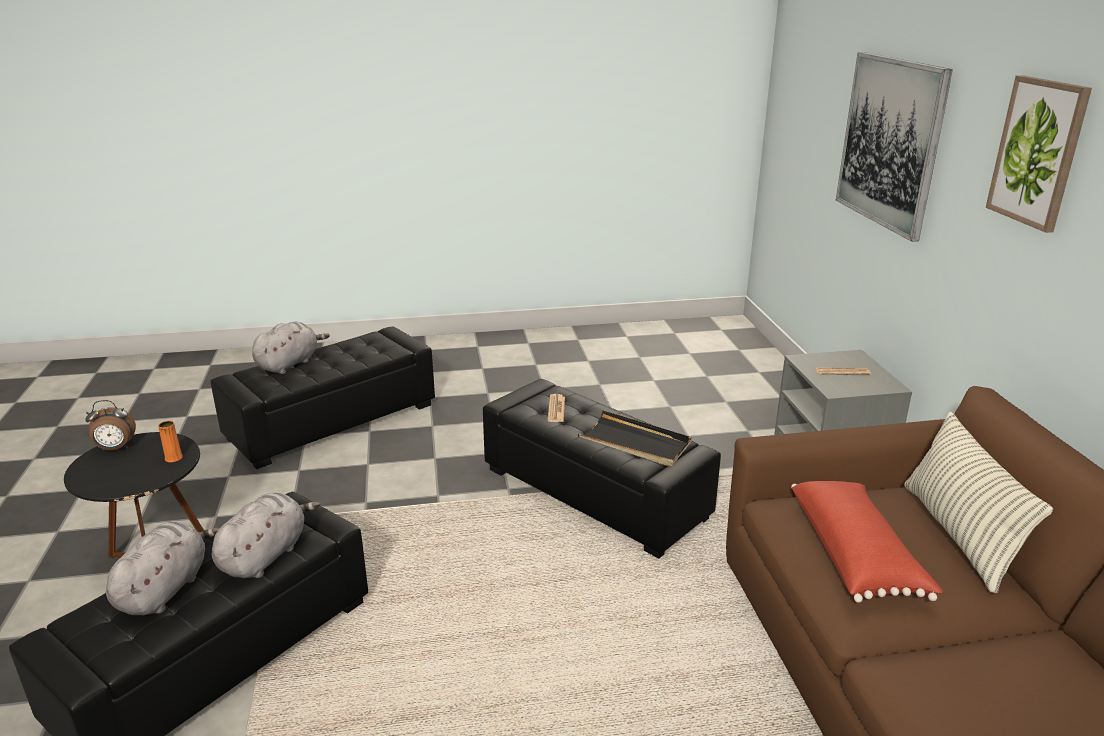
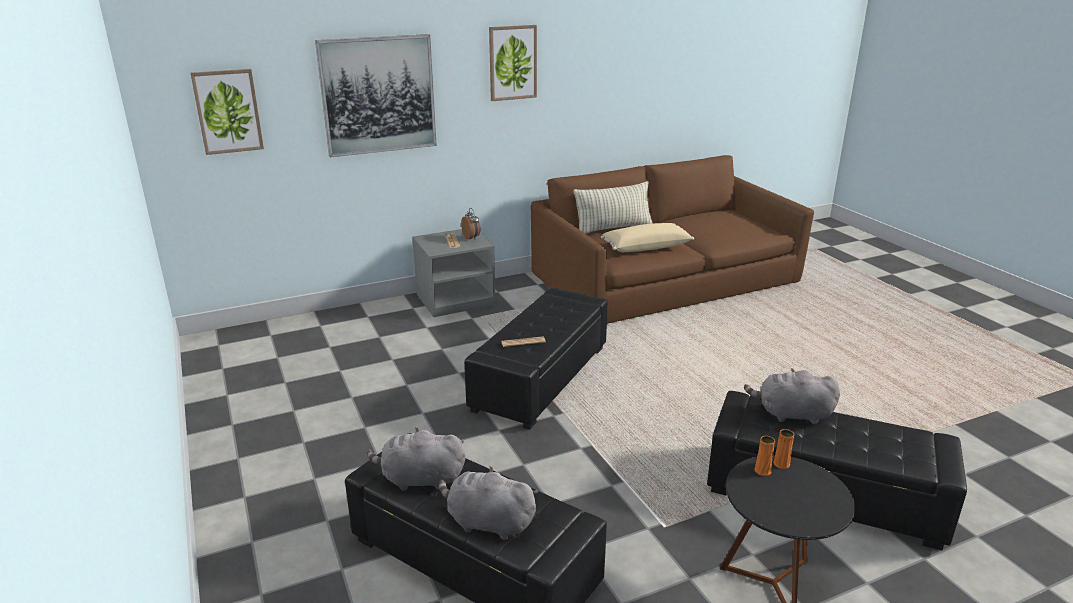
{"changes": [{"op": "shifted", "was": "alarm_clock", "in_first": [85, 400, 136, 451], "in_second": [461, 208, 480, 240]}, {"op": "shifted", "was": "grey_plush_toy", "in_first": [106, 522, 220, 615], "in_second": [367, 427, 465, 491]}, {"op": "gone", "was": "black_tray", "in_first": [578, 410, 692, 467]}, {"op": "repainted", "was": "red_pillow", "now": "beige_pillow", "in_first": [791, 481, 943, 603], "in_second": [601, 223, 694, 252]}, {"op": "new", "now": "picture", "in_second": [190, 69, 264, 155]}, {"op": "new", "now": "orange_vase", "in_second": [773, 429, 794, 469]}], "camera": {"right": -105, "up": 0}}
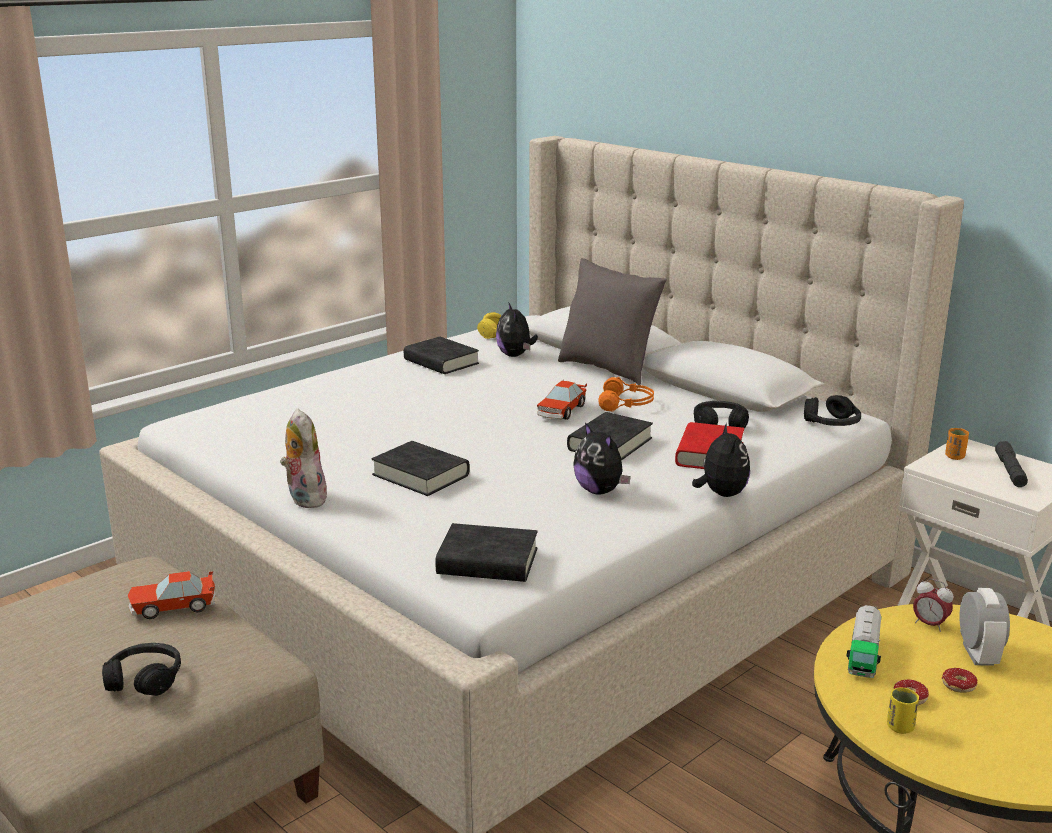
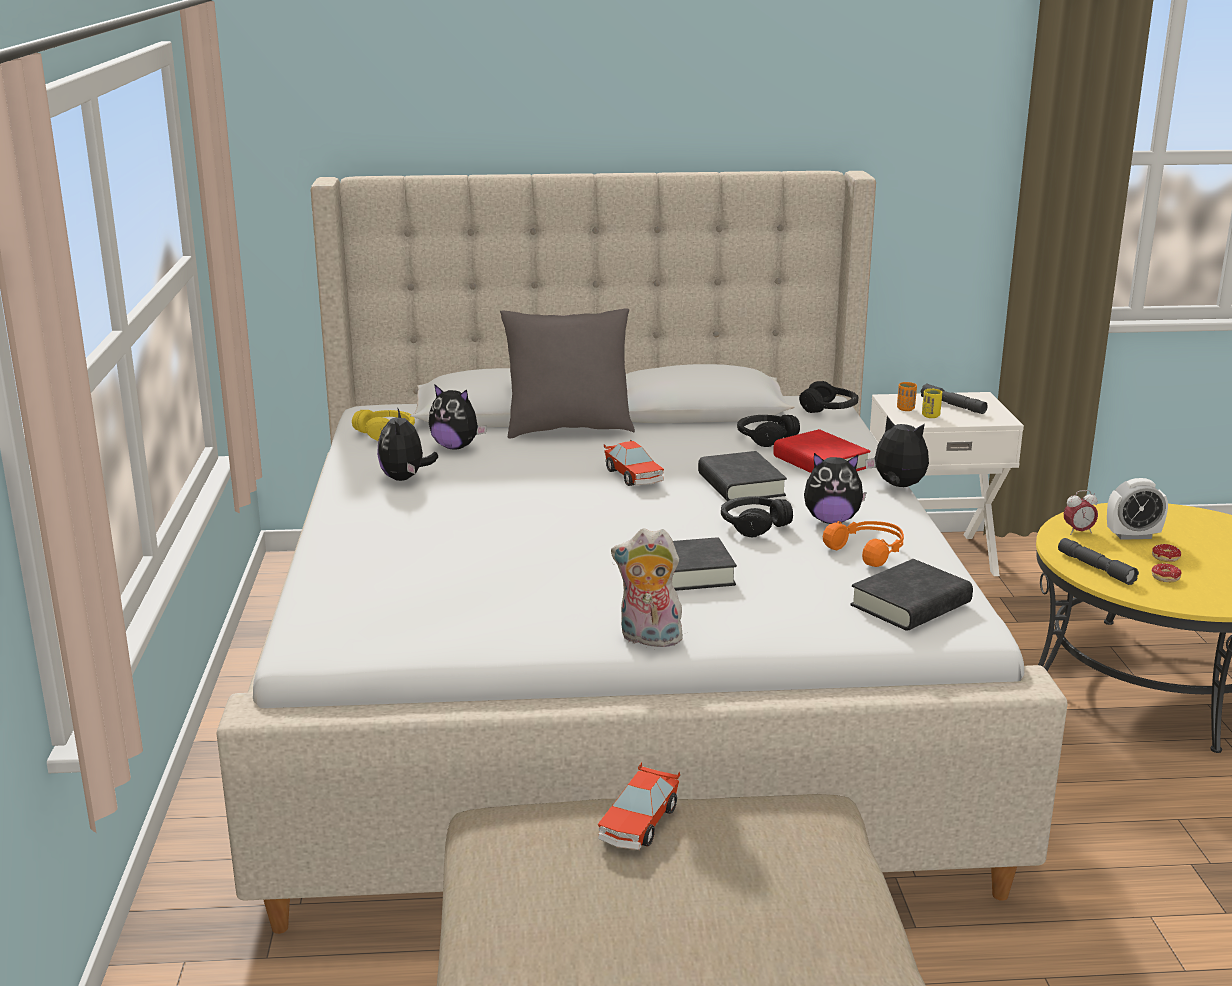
{"changes": [{"op": "shifted", "was": "black_headphones", "in_first": [102, 643, 181, 696], "in_second": [721, 496, 793, 537]}, {"op": "swapped", "was": "black_book", "now": "plush_toy", "in_first": [404, 337, 479, 374], "in_second": [377, 407, 438, 481]}, {"op": "shifted", "was": "orange_headphones", "in_first": [598, 377, 654, 412], "in_second": [823, 521, 904, 567]}, {"op": "swapped", "was": "toy_truck", "now": "grey_flashlight", "in_first": [846, 605, 881, 678], "in_second": [1058, 538, 1139, 585]}, {"op": "shifted", "was": "yellow_cup", "in_first": [887, 687, 919, 734], "in_second": [922, 389, 942, 418]}, {"op": "rotated", "was": "alarm_clock", "in_first": [959, 588, 1010, 666], "in_second": [1107, 478, 1168, 540], "clockwise": 135}], "camera": {"right": -50, "up": 0}}
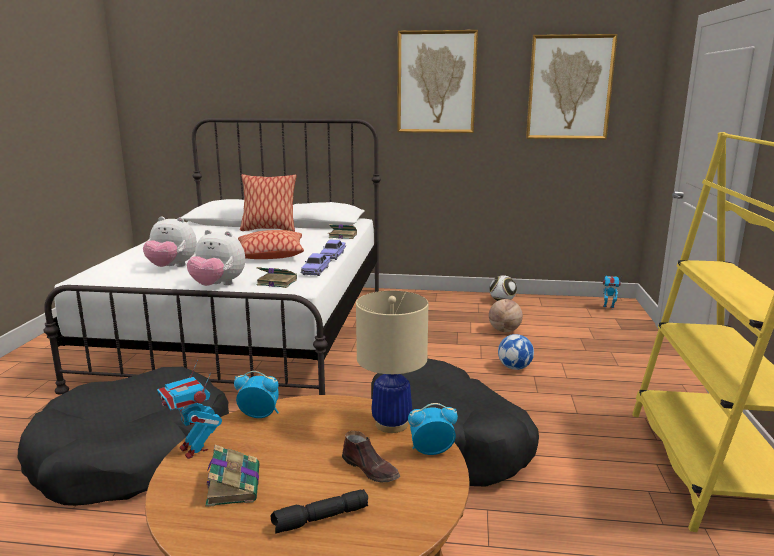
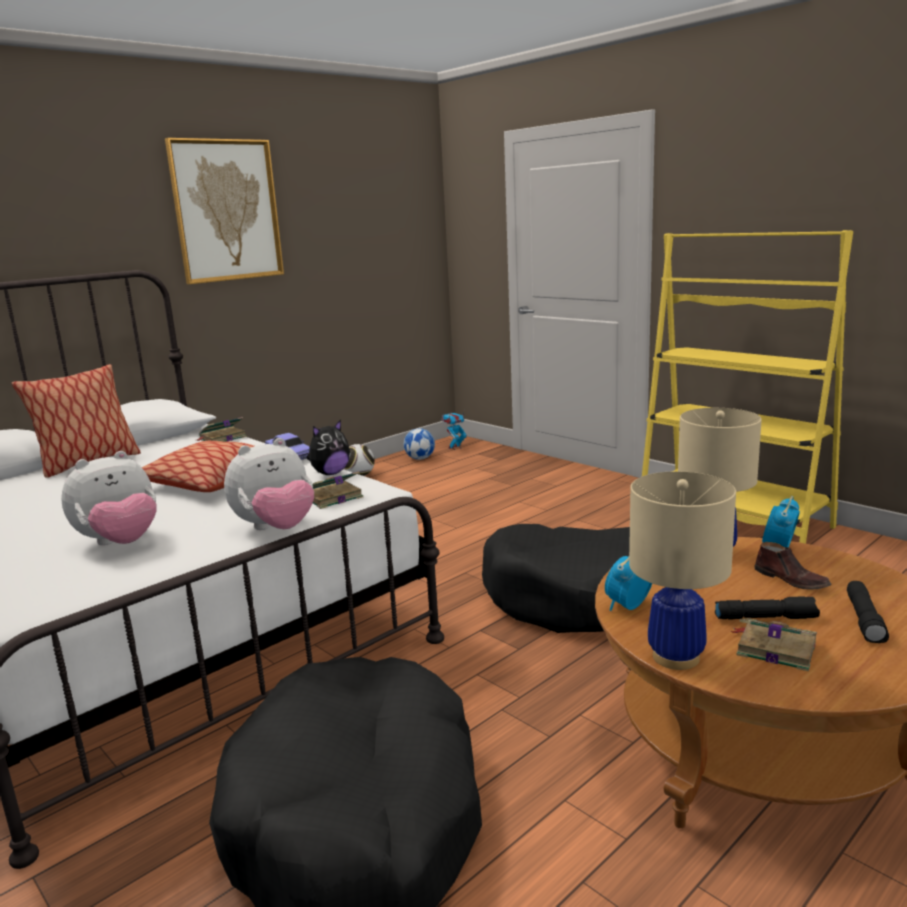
{"changes": [{"op": "swapped", "was": "toy_robot", "now": "beige_table_lamp", "in_first": [157, 360, 222, 459], "in_second": [629, 471, 736, 670]}, {"op": "swapped", "was": "toy_car", "now": "plush_toy", "in_first": [301, 253, 331, 276], "in_second": [306, 420, 350, 475]}, {"op": "rotated", "was": "brown_shoe", "in_first": [342, 431, 400, 482], "in_second": [754, 542, 831, 590], "clockwise": 60}, {"op": "gone", "was": "basketball", "in_first": [489, 299, 523, 332]}, {"op": "shifted", "was": "football", "in_first": [498, 334, 534, 370], "in_second": [404, 428, 435, 460]}, {"op": "gone", "was": "picture", "in_first": [526, 34, 618, 139]}, {"op": "new", "now": "black_flashlight", "in_second": [715, 596, 820, 619]}], "camera": {"right": -50, "up": 0}}
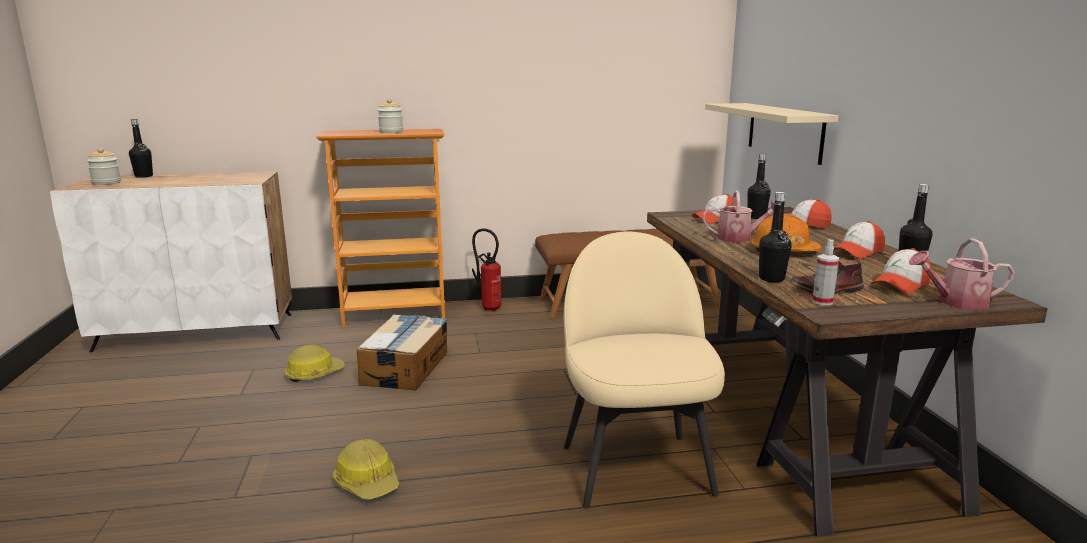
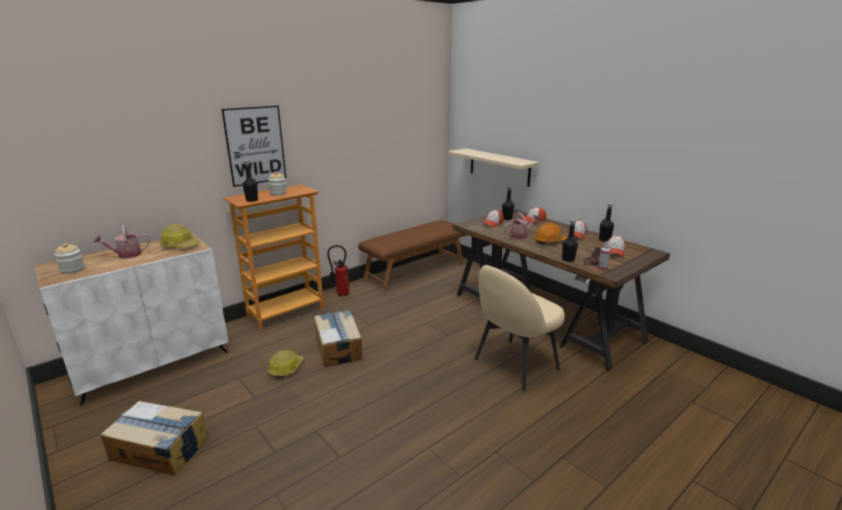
{"changes": [{"op": "shifted", "was": "black_bottle", "in_first": [129, 119, 153, 178], "in_second": [243, 160, 258, 202]}, {"op": "shifted", "was": "hard_hat", "in_first": [333, 439, 400, 500], "in_second": [160, 224, 200, 247]}, {"op": "rotated", "was": "beige_chair", "in_first": [564, 231, 725, 509], "in_second": [475, 265, 565, 391], "clockwise": -90}, {"op": "shifted", "was": "watering_can", "in_first": [909, 238, 1015, 310], "in_second": [93, 225, 150, 259]}, {"op": "new", "now": "cardboard_box", "in_second": [101, 401, 209, 475]}, {"op": "new", "now": "picture", "in_second": [222, 105, 286, 187]}], "camera": {"right": -30, "up": 5}}
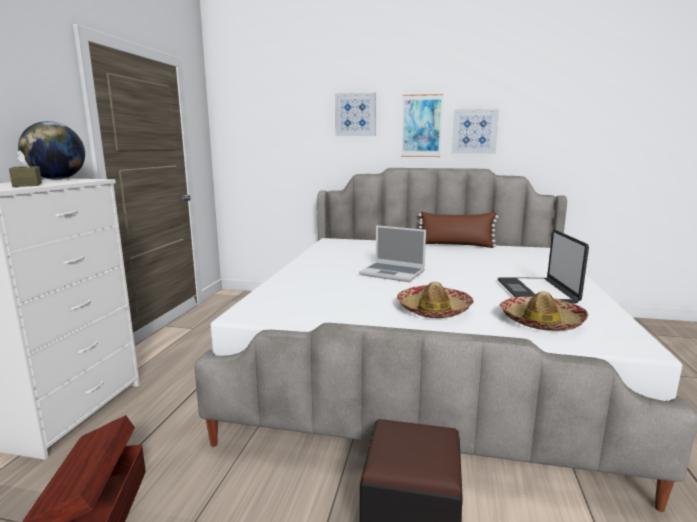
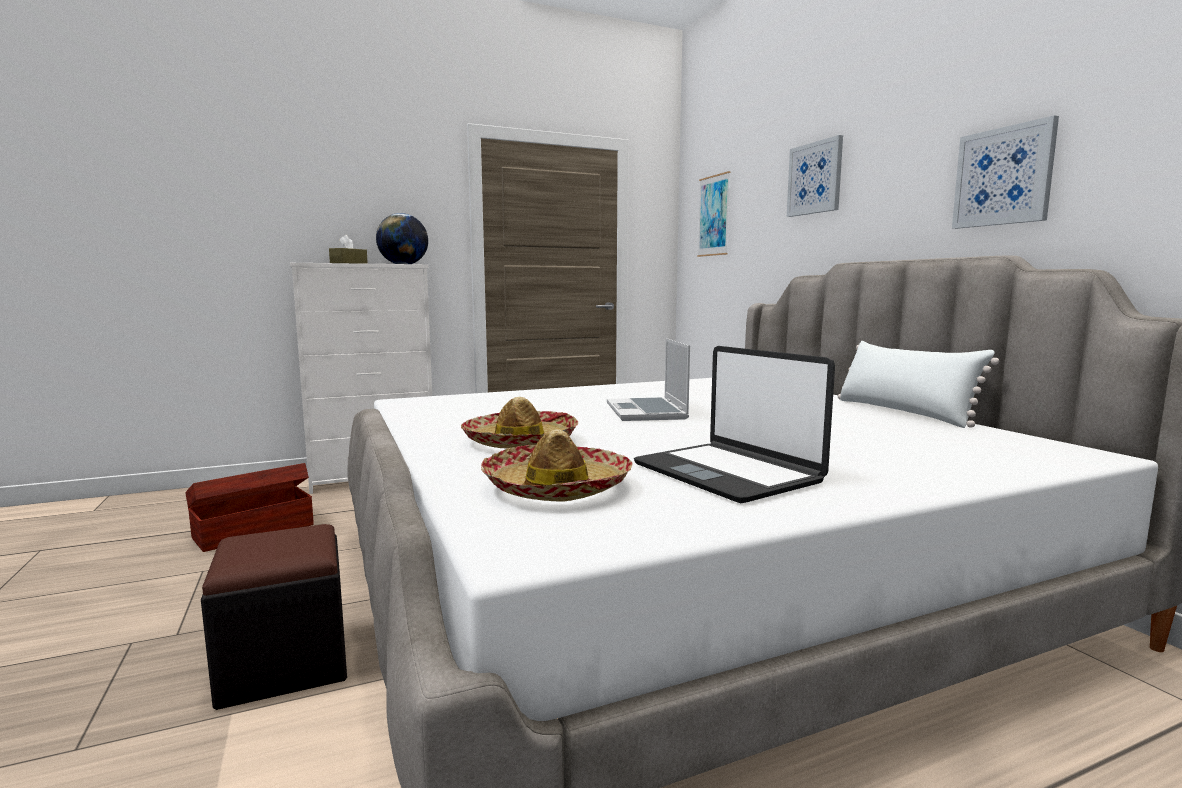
{"changes": [{"op": "shifted", "was": "picture", "in_first": [401, 94, 443, 157], "in_second": [697, 171, 730, 257]}, {"op": "repainted", "was": "brown_pillow", "now": "white_pillow", "in_first": [418, 212, 498, 248], "in_second": [838, 341, 999, 428]}, {"op": "rotated", "was": "laptop", "in_first": [498, 229, 589, 304], "in_second": [634, 346, 835, 503], "clockwise": -90}], "camera": {"right": 55, "up": -5}}
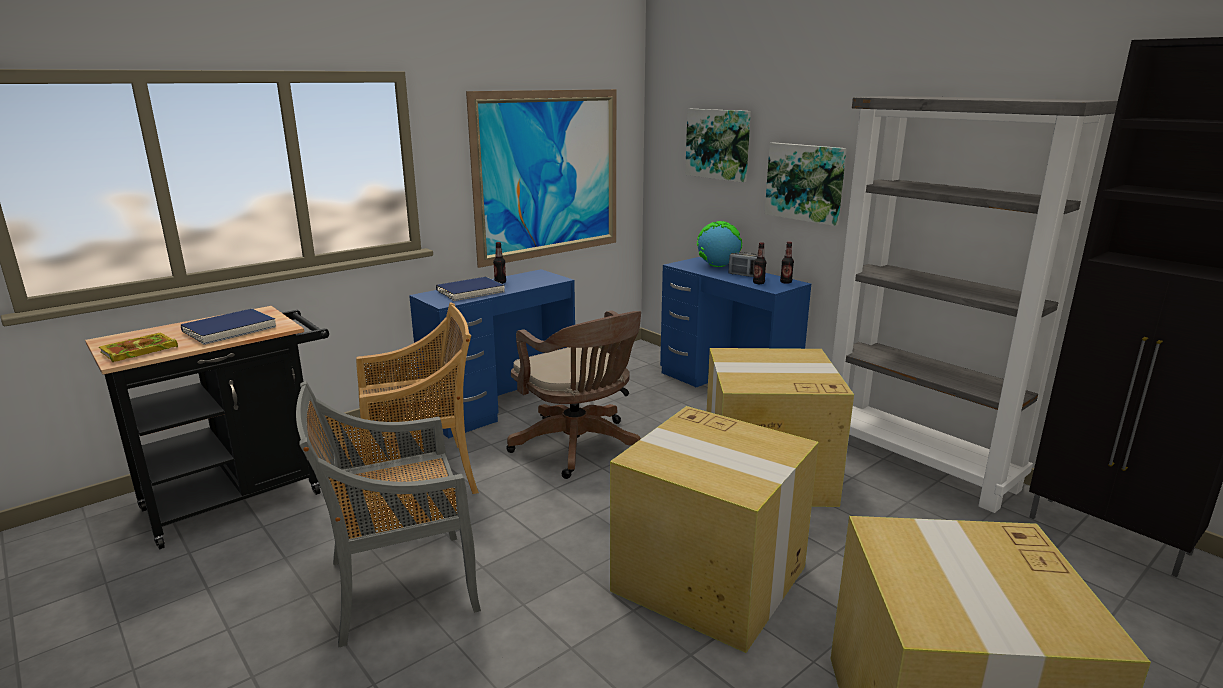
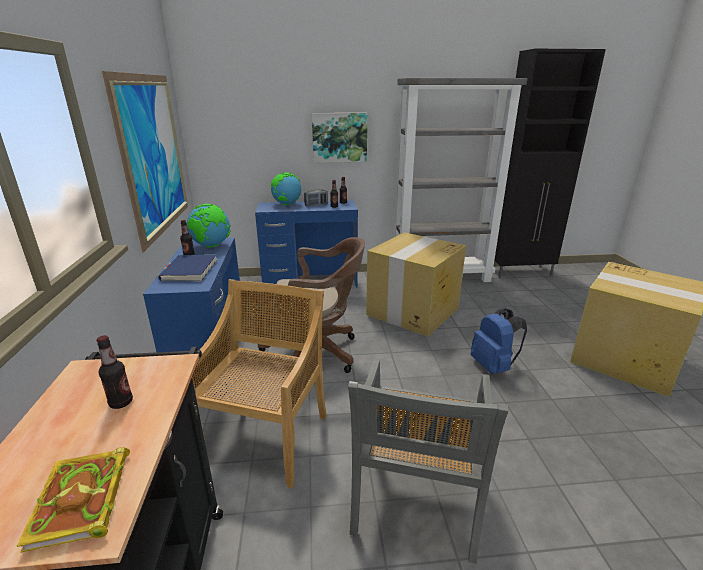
{"changes": [{"op": "swapped", "was": "blue_book", "now": "bottle", "in_first": [181, 308, 276, 345], "in_second": [97, 335, 133, 409]}, {"op": "swapped", "was": "cardboard_box", "now": "blue_backpack", "in_first": [610, 406, 819, 653], "in_second": [471, 308, 527, 374]}, {"op": "gone", "was": "picture", "in_first": [685, 109, 751, 183]}, {"op": "new", "now": "globe", "in_second": [187, 204, 231, 247]}], "camera": {"right": -55, "up": 5}}
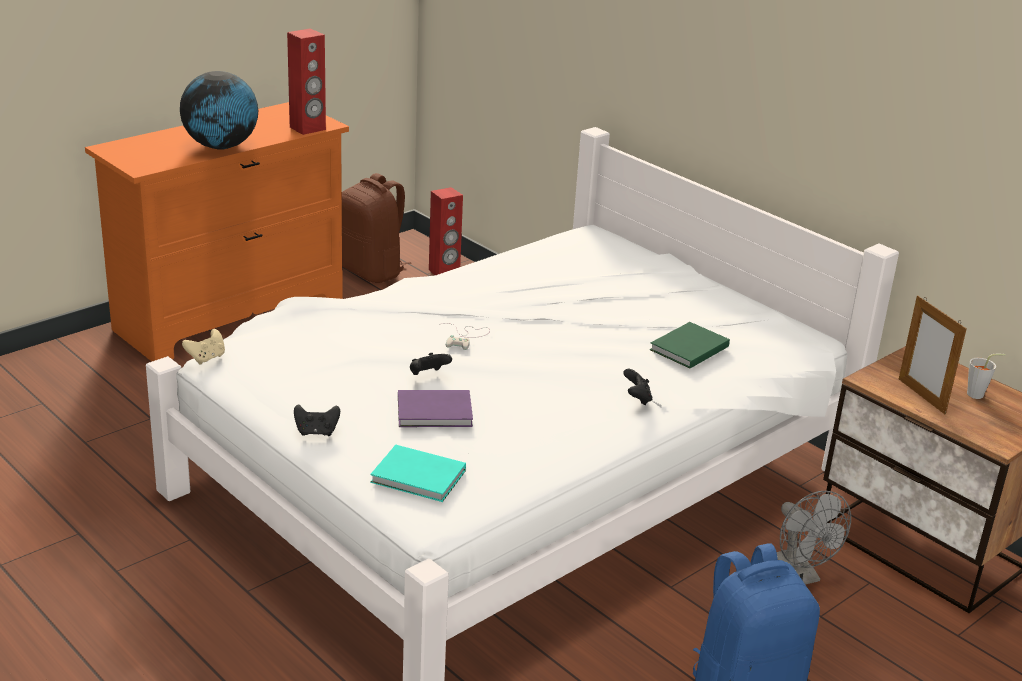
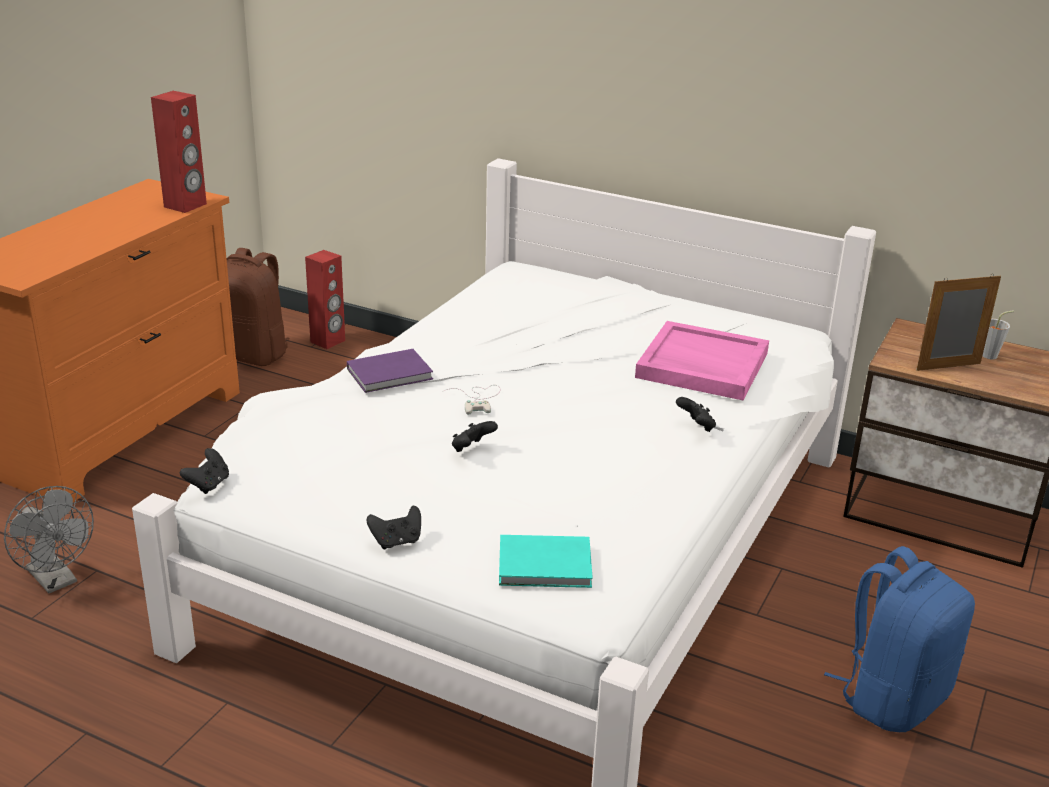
{"changes": [{"op": "gone", "was": "globe", "in_first": [180, 71, 258, 150]}, {"op": "repainted", "was": "beige_game_controller", "now": "black_game_controller", "in_first": [182, 329, 225, 365], "in_second": [180, 448, 229, 494]}, {"op": "shifted", "was": "purple_book", "in_first": [398, 390, 473, 427], "in_second": [347, 349, 433, 393]}, {"op": "swapped", "was": "green_book", "now": "pink_tray", "in_first": [650, 322, 730, 368], "in_second": [635, 321, 769, 400]}, {"op": "shifted", "was": "grey_fan", "in_first": [777, 491, 851, 585], "in_second": [4, 486, 94, 593]}, {"op": "rotated", "was": "picture_frame", "in_first": [899, 296, 967, 414], "in_second": [916, 275, 1001, 371], "clockwise": 120}], "camera": {"right": -20, "up": 0}}
